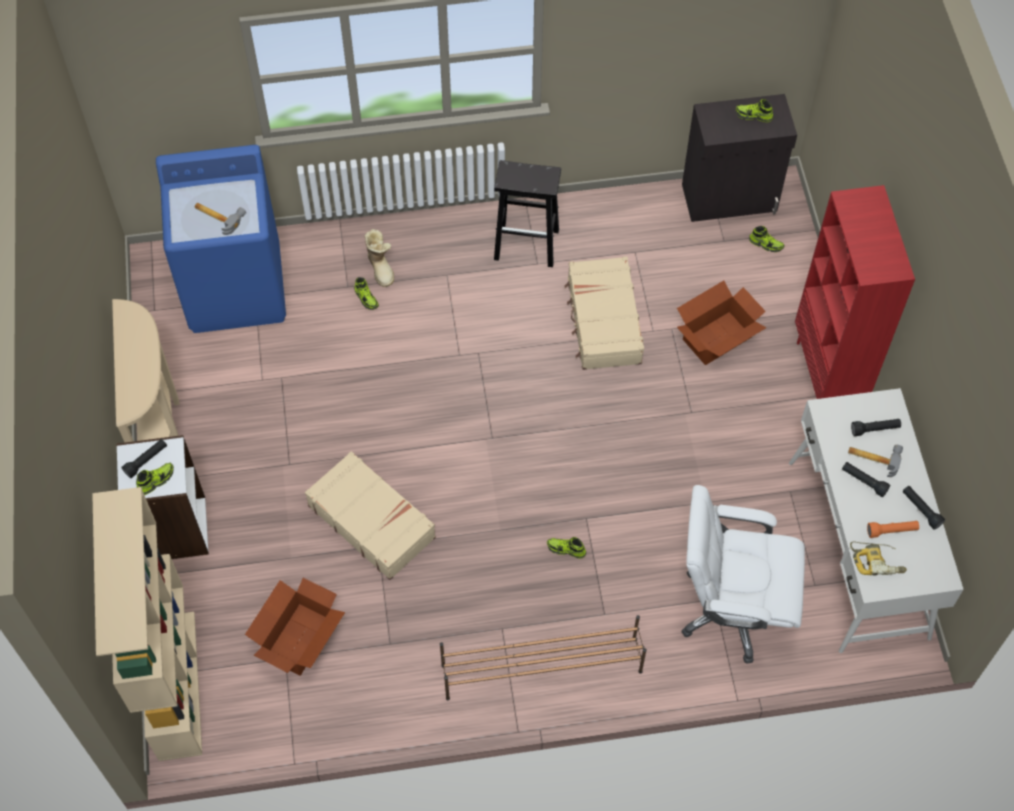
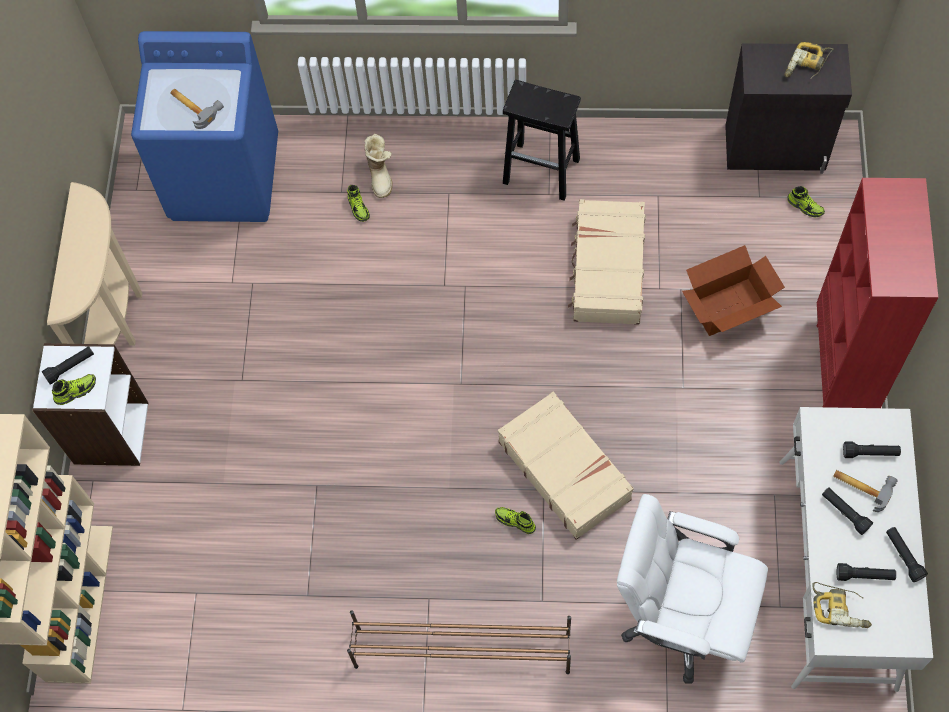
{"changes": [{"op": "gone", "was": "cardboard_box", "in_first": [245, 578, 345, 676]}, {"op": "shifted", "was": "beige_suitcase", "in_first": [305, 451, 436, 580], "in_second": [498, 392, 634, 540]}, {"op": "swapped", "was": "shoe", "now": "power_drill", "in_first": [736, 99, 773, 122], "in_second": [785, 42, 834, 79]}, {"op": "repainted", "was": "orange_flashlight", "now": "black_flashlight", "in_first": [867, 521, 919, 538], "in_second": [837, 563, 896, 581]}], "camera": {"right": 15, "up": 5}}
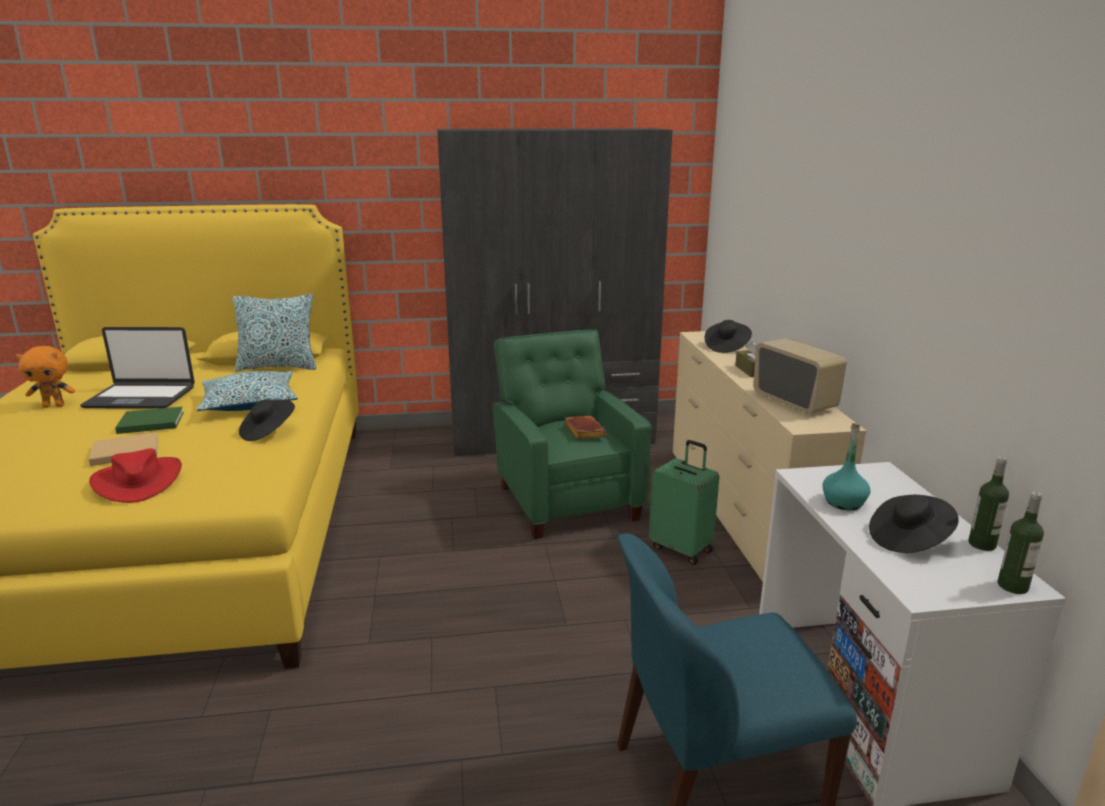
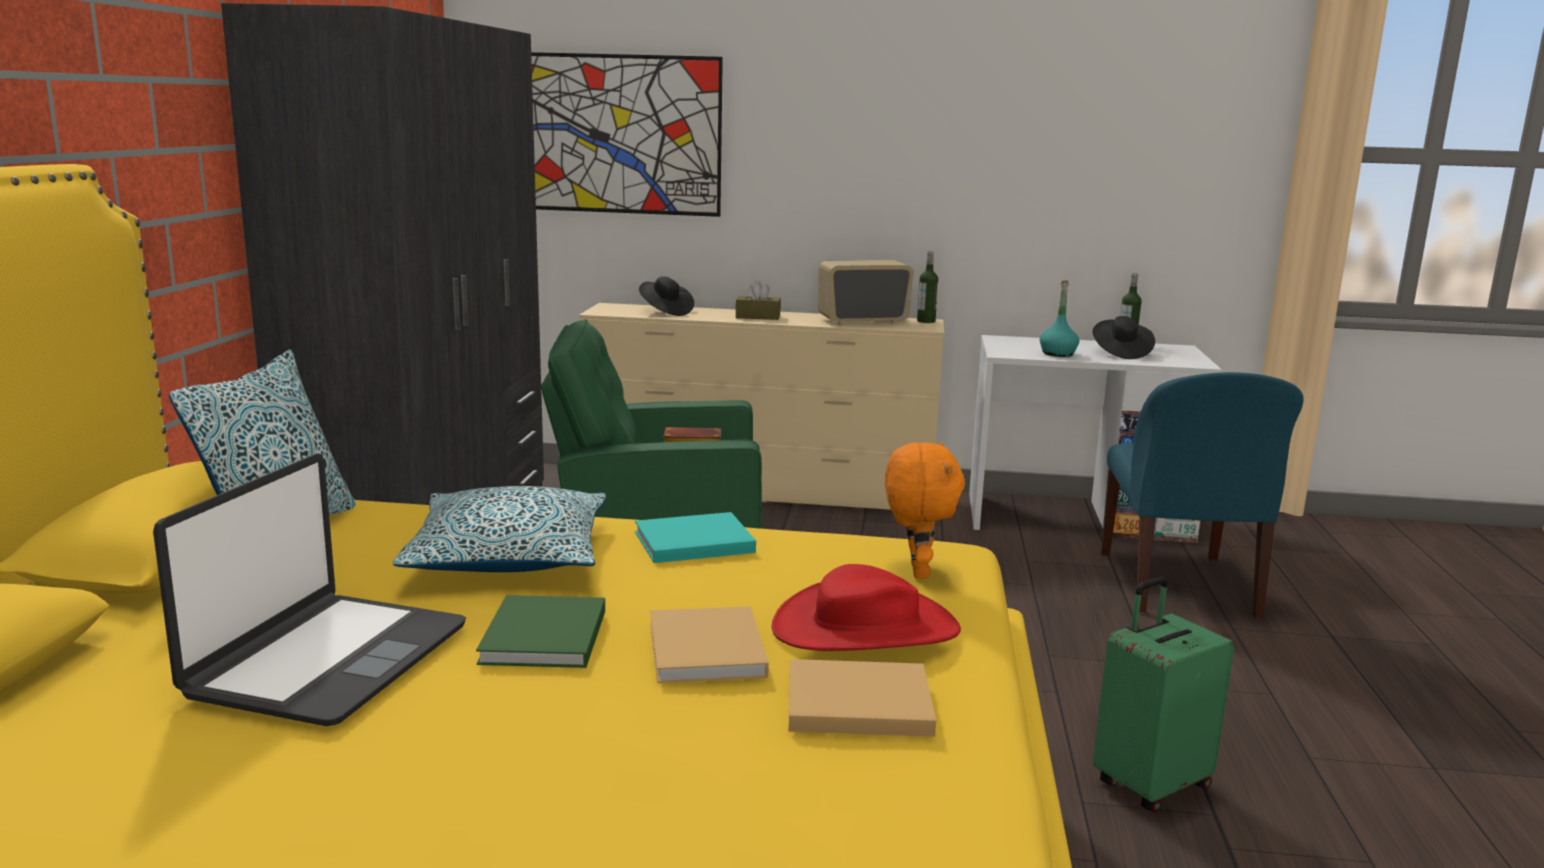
{"changes": [{"op": "shifted", "was": "orange_plush_toy", "in_first": [16, 346, 75, 408], "in_second": [885, 442, 965, 579]}, {"op": "swapped", "was": "black_hat", "now": "turquoise_book", "in_first": [239, 399, 295, 441], "in_second": [635, 512, 756, 563]}, {"op": "shifted", "was": "green_suitcase", "in_first": [649, 440, 720, 565], "in_second": [1093, 577, 1235, 812]}, {"op": "shifted", "was": "bottle", "in_first": [998, 492, 1044, 594], "in_second": [917, 251, 938, 323]}, {"op": "new", "now": "picture", "in_second": [531, 52, 723, 217]}, {"op": "new", "now": "beige_book", "in_second": [789, 659, 936, 737]}], "camera": {"right": -75, "up": -5}}
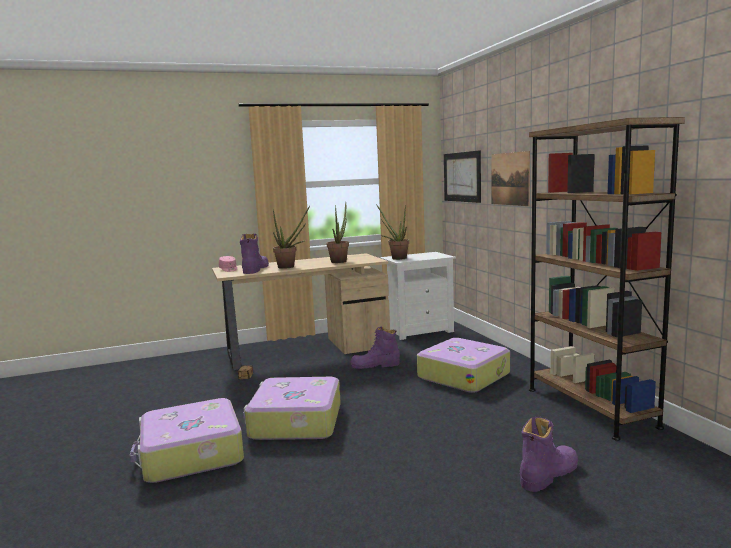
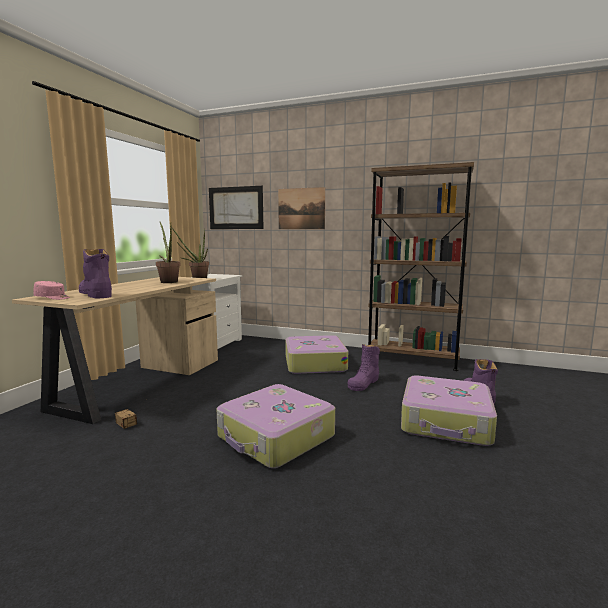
{"changes": [{"op": "shifted", "was": "suitcase", "in_first": [130, 398, 244, 483], "in_second": [401, 375, 497, 446]}, {"op": "gone", "was": "potted_plant", "in_first": [273, 206, 310, 269]}, {"op": "shifted", "was": "purple_boot", "in_first": [351, 326, 400, 369], "in_second": [347, 344, 380, 391]}], "camera": {"right": -50, "up": 0}}
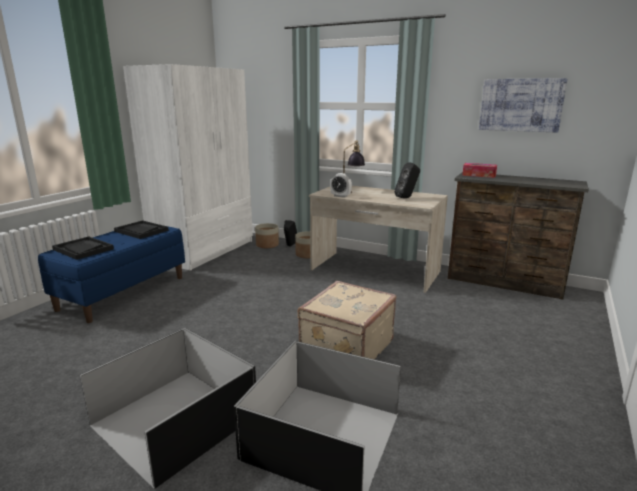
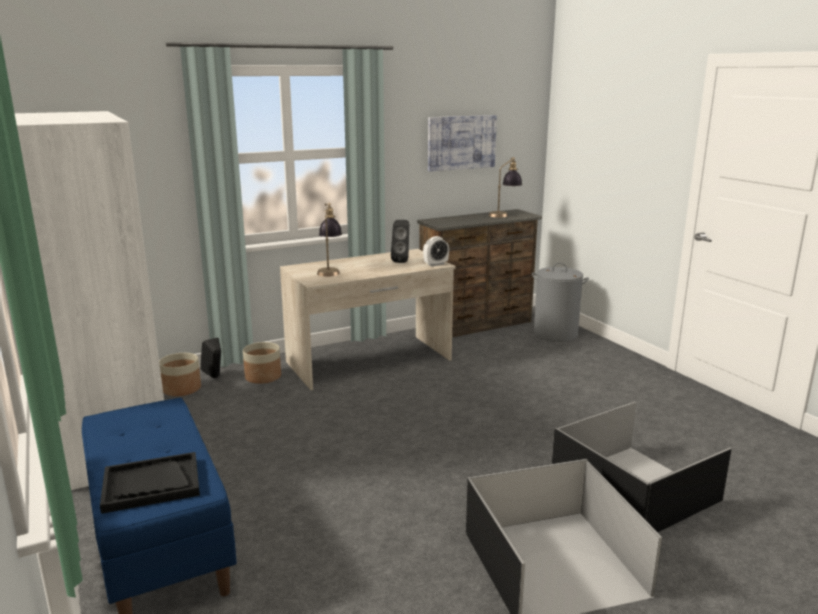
{"changes": [{"op": "gone", "was": "black_tray", "in_first": [114, 220, 169, 239]}, {"op": "gone", "was": "beige_suitcase", "in_first": [298, 281, 396, 359]}, {"op": "shifted", "was": "alarm_clock", "in_first": [330, 173, 352, 198], "in_second": [423, 236, 449, 267]}, {"op": "gone", "was": "tissue_box", "in_first": [462, 163, 497, 178]}, {"op": "new", "now": "table_lamp", "in_second": [489, 157, 522, 218]}, {"op": "new", "now": "grey_laundry_basket", "in_second": [532, 263, 589, 342]}], "camera": {"right": -55, "up": 0}}
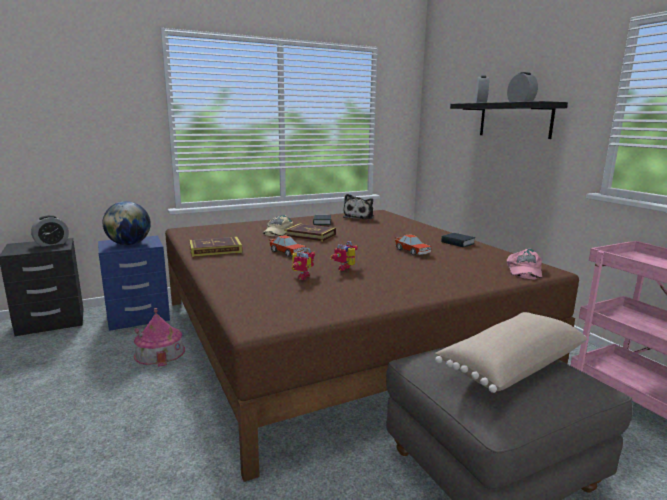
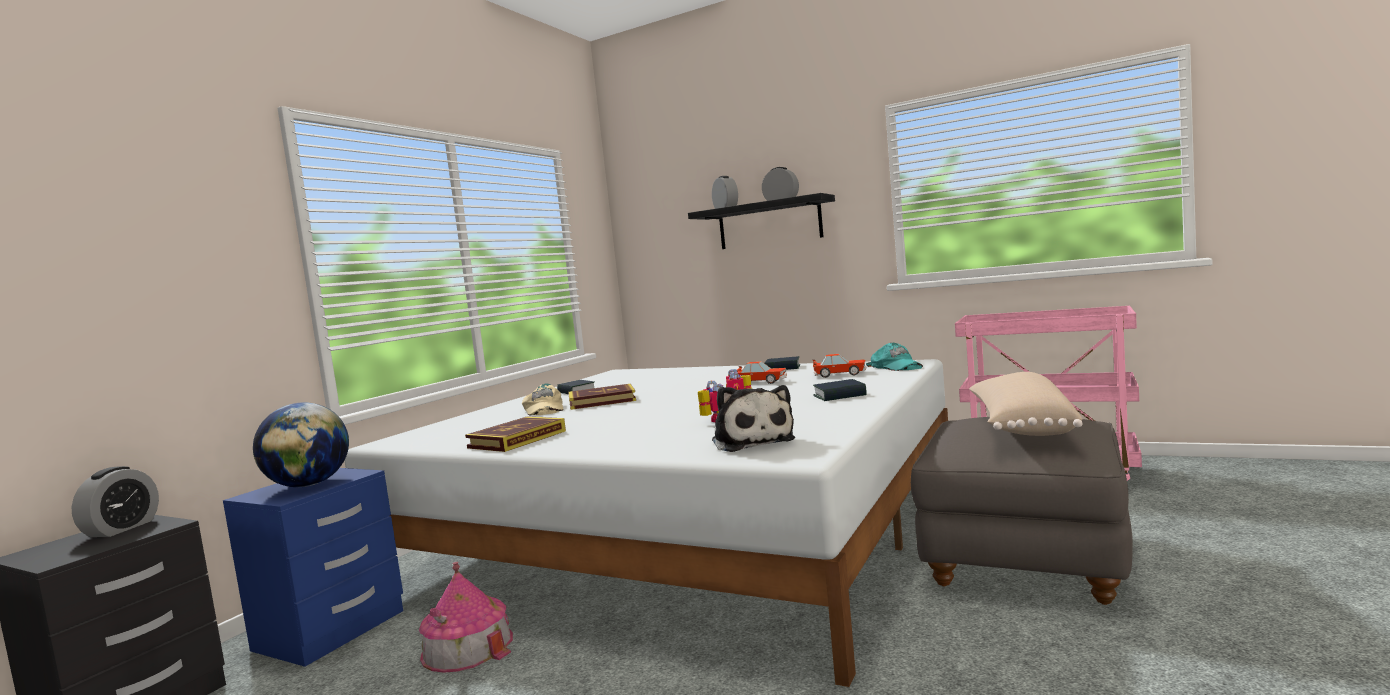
{"changes": [{"op": "repainted", "was": "brown_bed", "now": "white_bed", "in_first": [165, 210, 579, 482], "in_second": [344, 359, 948, 687]}, {"op": "shifted", "was": "toy_car", "in_first": [269, 235, 306, 257], "in_second": [813, 354, 867, 378]}, {"op": "shifted", "was": "plush_toy", "in_first": [343, 194, 374, 219], "in_second": [712, 385, 795, 452]}, {"op": "repainted", "was": "pink_cap", "now": "turquoise_cap", "in_first": [506, 249, 542, 279], "in_second": [866, 343, 923, 371]}, {"op": "new", "now": "book", "in_second": [813, 379, 866, 401]}], "camera": {"right": -35, "up": -10}}
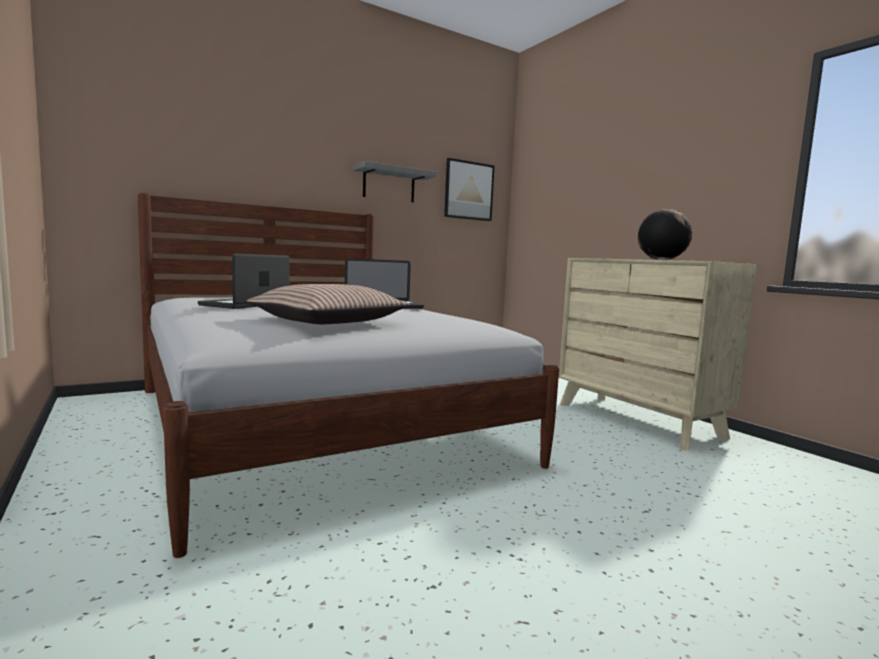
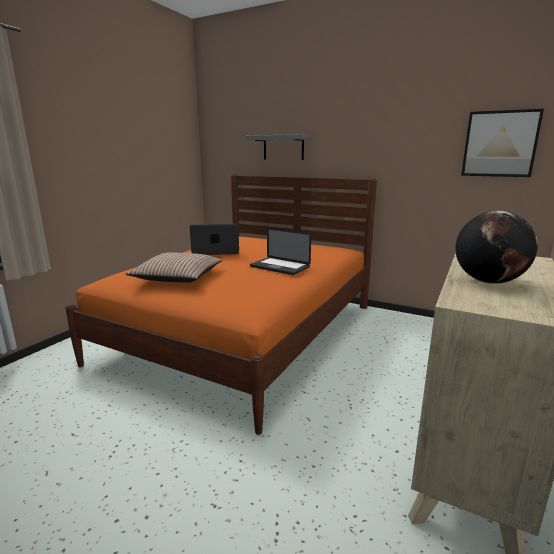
{"changes": [{"op": "repainted", "was": "white_bed", "now": "orange_bed", "in_first": [138, 193, 559, 558], "in_second": [65, 174, 377, 435]}, {"op": "shifted", "was": "grey_shelf", "in_first": [353, 161, 437, 202], "in_second": [245, 134, 312, 160]}], "camera": {"right": 60, "up": 10}}
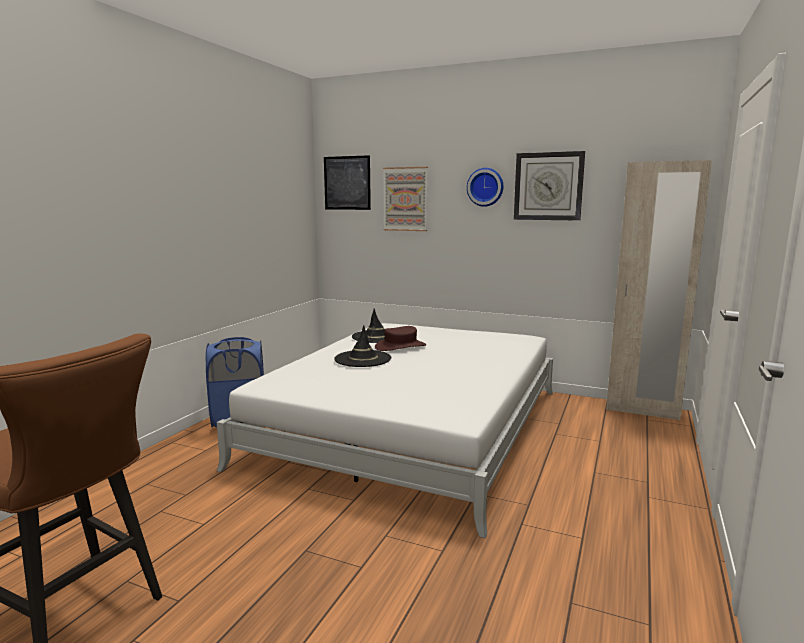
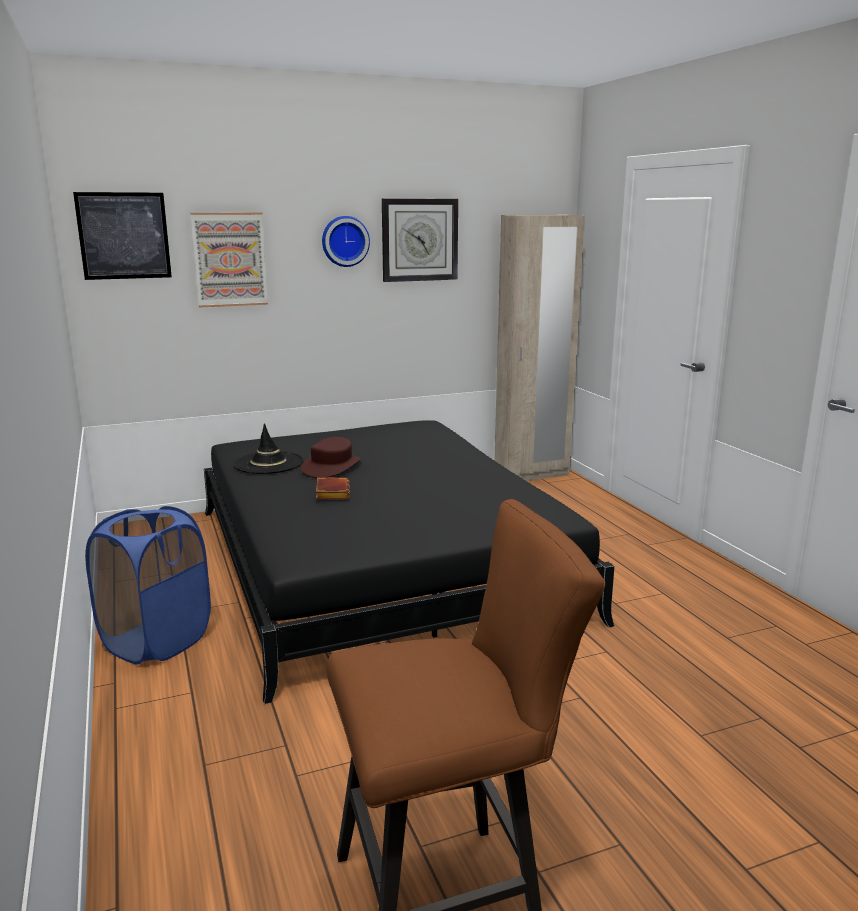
{"changes": [{"op": "repainted", "was": "white_bed", "now": "black_bed", "in_first": [217, 323, 553, 538], "in_second": [204, 420, 615, 704]}, {"op": "swapped", "was": "black_hat", "now": "brown_book", "in_first": [334, 325, 391, 367], "in_second": [316, 477, 350, 499]}], "camera": {"right": -45, "up": 5}}
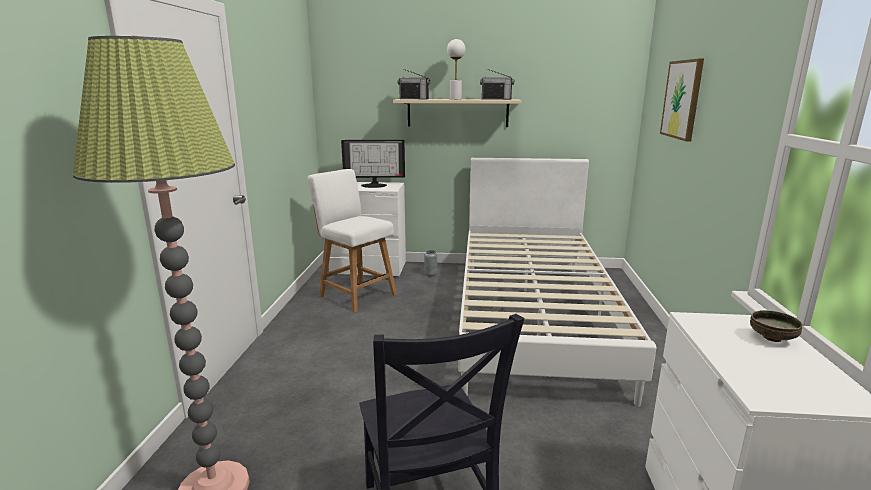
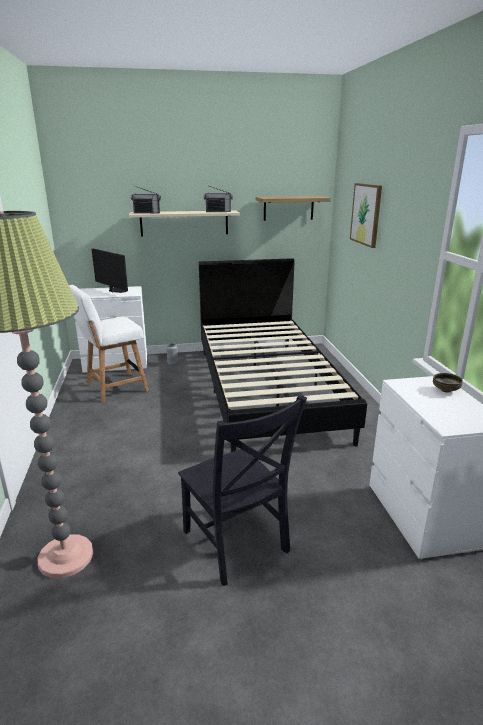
{"changes": [{"op": "rotated", "was": "white_chair", "in_first": [307, 169, 397, 312], "in_second": [69, 285, 149, 403], "clockwise": -60}, {"op": "rotated", "was": "monitor", "in_first": [341, 140, 405, 188], "in_second": [92, 249, 128, 293], "clockwise": -120}, {"op": "gone", "was": "white_table_lamp", "in_first": [447, 39, 465, 100]}, {"op": "repainted", "was": "white_bed", "now": "black_bed", "in_first": [458, 158, 656, 407], "in_second": [199, 258, 367, 452]}, {"op": "new", "now": "shelf", "in_second": [256, 196, 331, 221]}], "camera": {"right": -15, "up": 5}}
